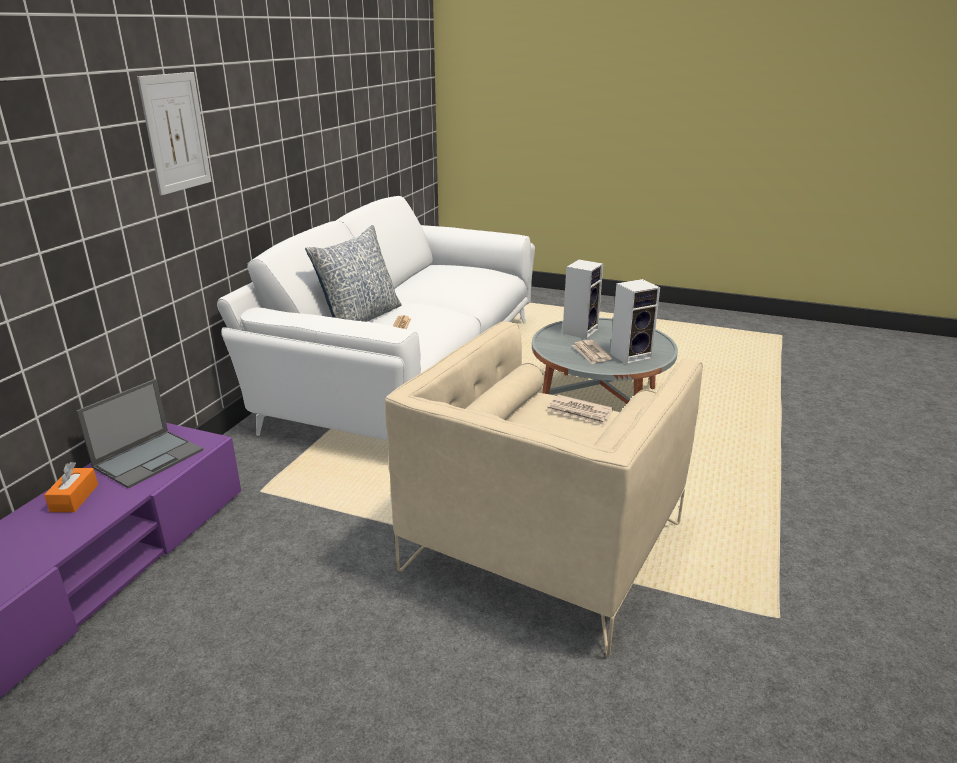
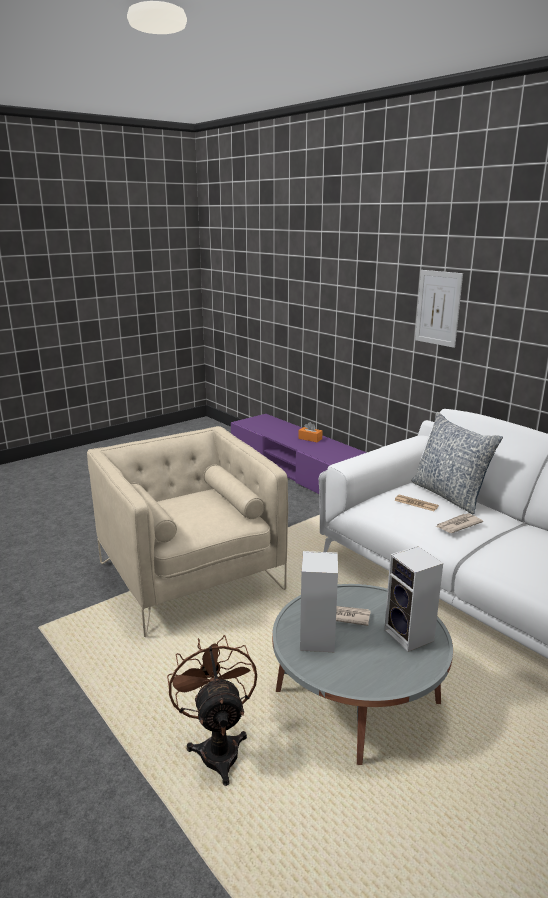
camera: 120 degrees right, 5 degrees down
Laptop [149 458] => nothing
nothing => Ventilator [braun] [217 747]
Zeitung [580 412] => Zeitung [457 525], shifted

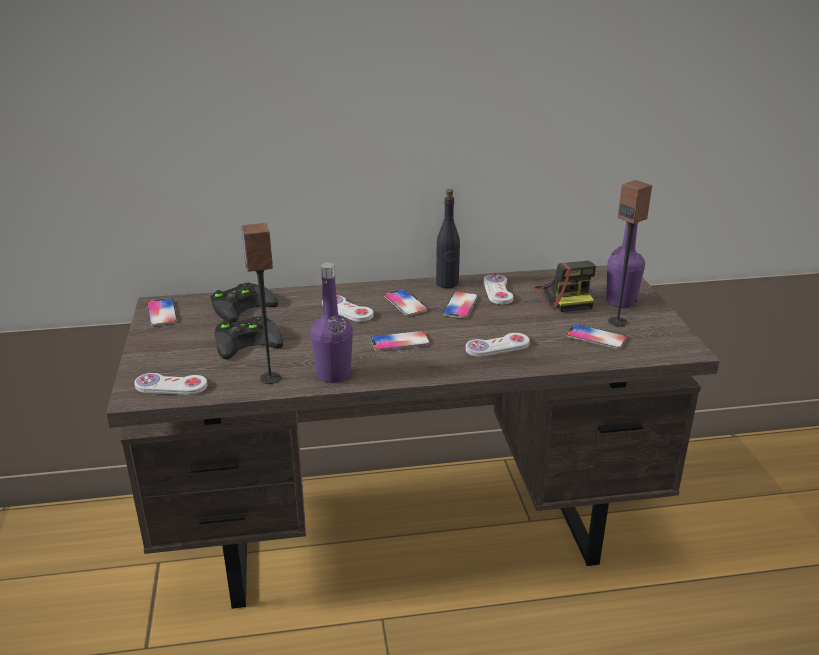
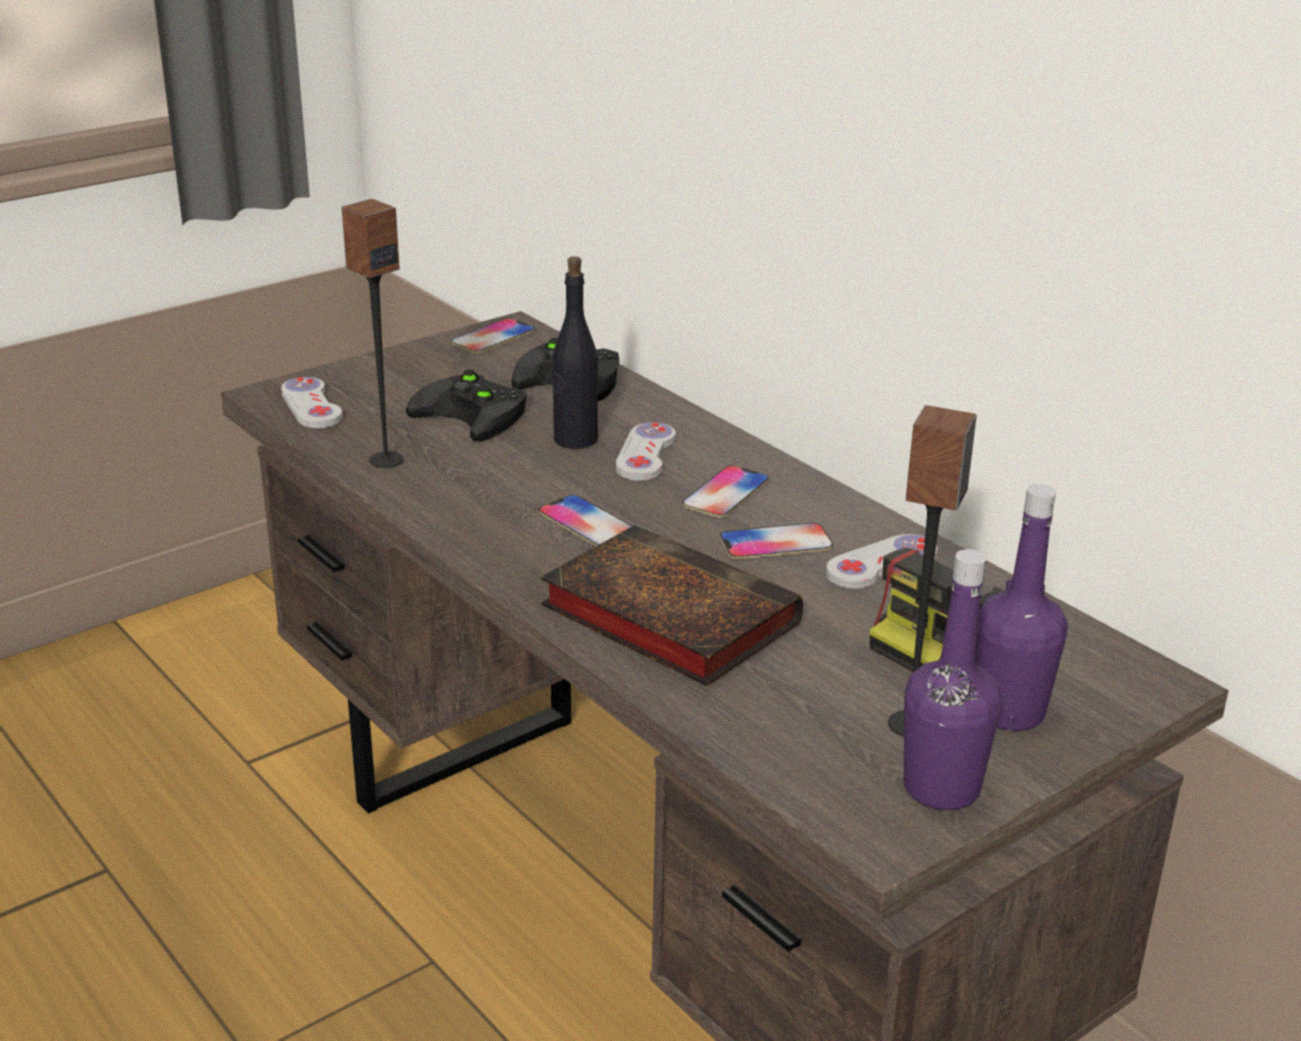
camera: 60 degrees right, 0 degrees up
Handy [596 337] => nothing
Flasche [lila] [333 374] => Flasche [lila] [941 788], shifted
Flasche [schwarz] [447 283] => Flasche [schwarz] [575 439], shifted
Gamepad [weiß] [497 346] => Buch [663 614]

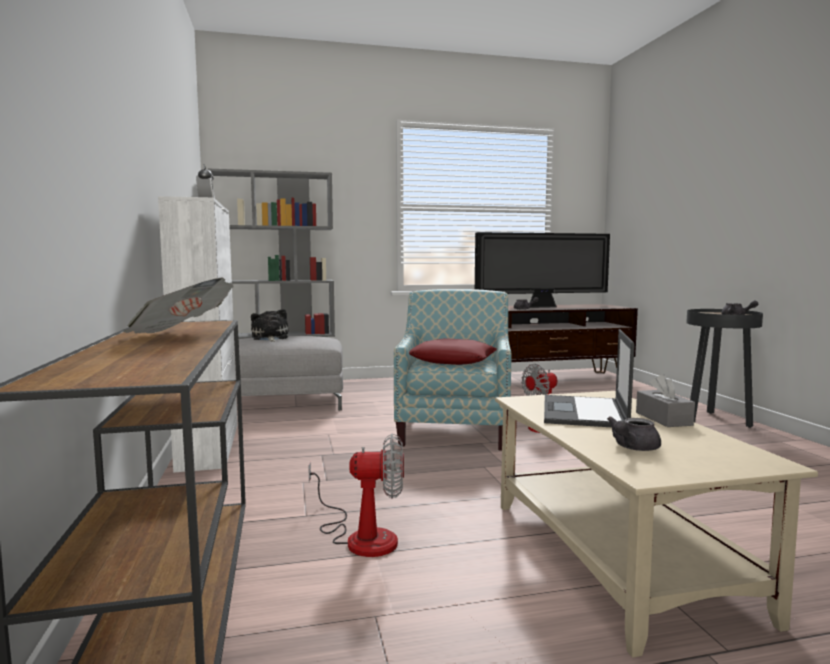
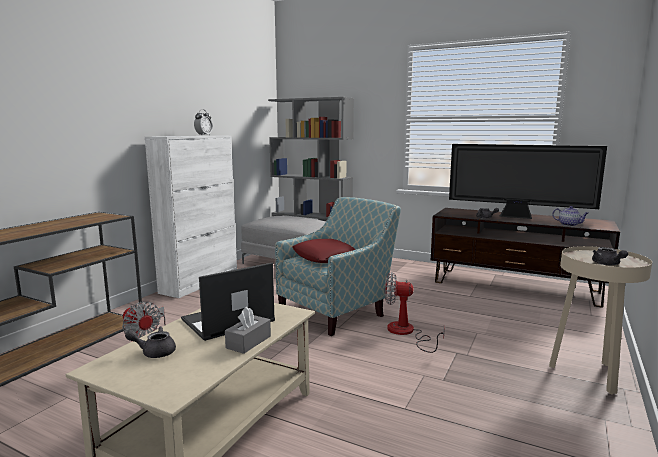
camera: 40 degrees right, 5 degrees up
Zeitung [181 336] => nothing
Plüschtier [270 338] => nothing
nothing => Teekanne [569 225]
Beistelltisch [schwarz] [717 421] => Beistelltisch [beige] [589 375]

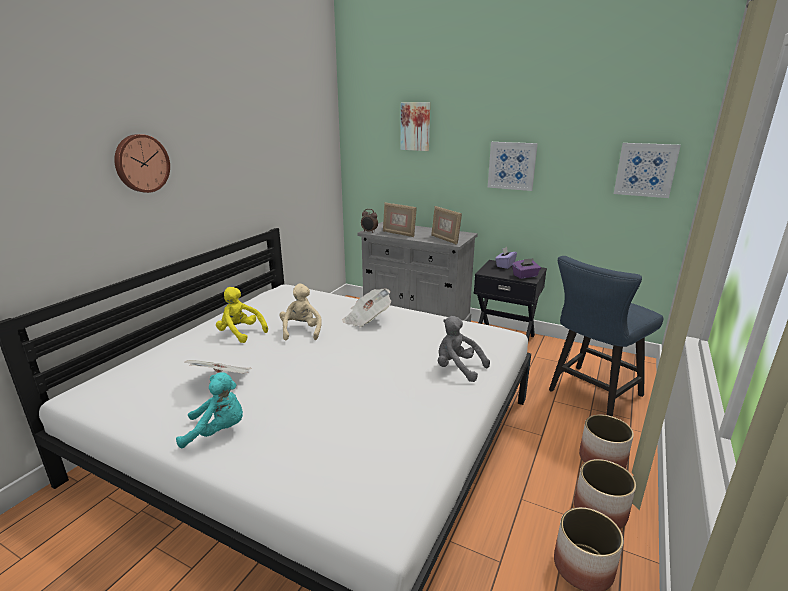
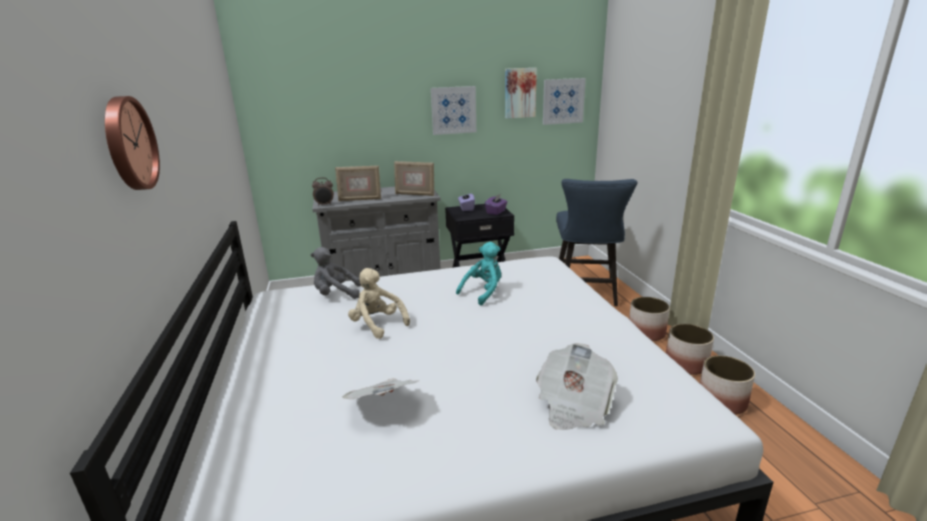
camera: 40 degrees left, 0 degrees up
Plüschtier [gelb] [240 333] => nothing
Plüschtier [türkis] [218 431] => Plüschtier [türkis] [483 292], shifted
Zeitung [367 319] => Zeitung [573 405], shifted
Bild [415 126] => Bild [519 93], shifted
Plüschtier [grau] [458 368] => Plüschtier [grau] [336 294], shifted

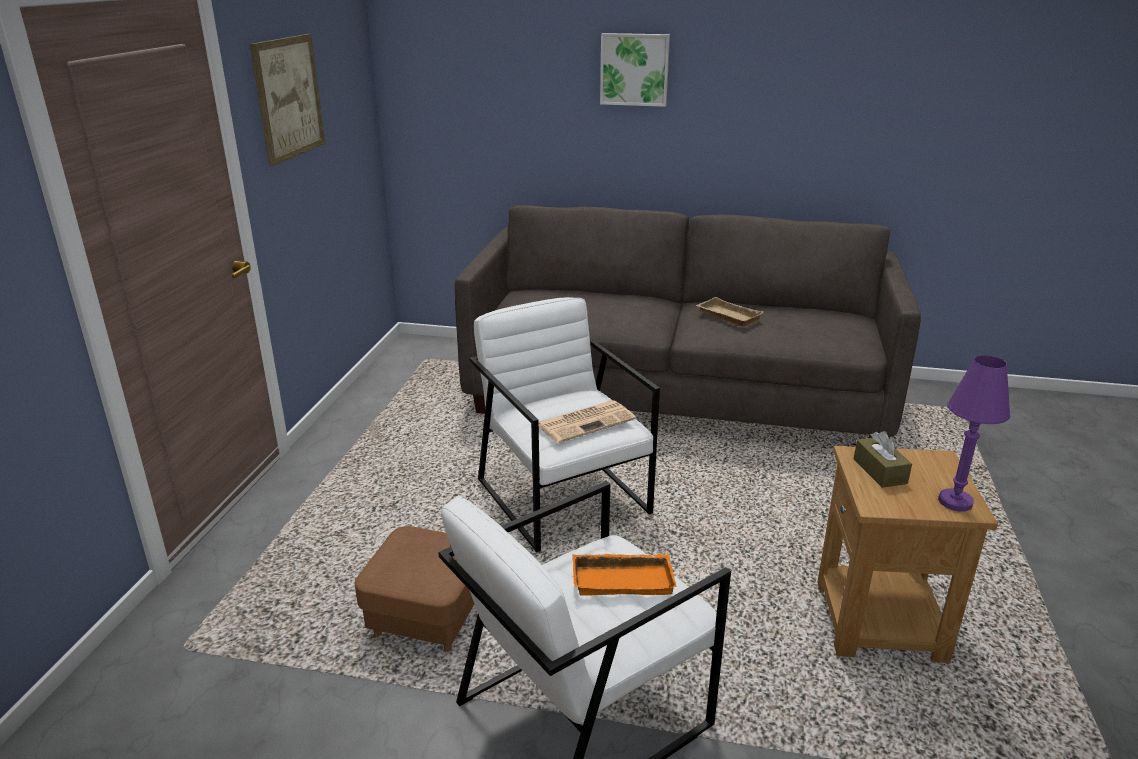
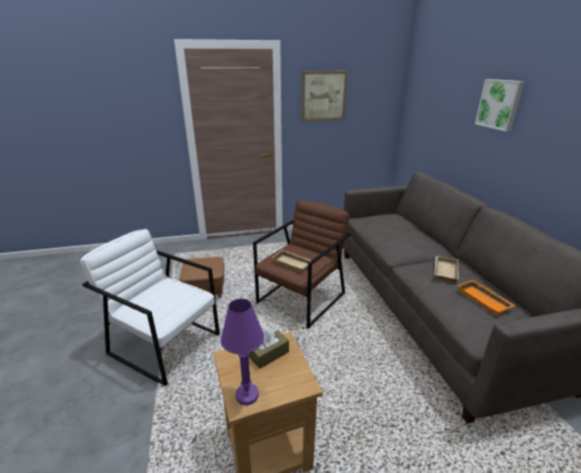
camera: 65 degrees right, 0 degrees up
Tablett [orange] [623 579] => Tablett [orange] [485 300], shifted
Zeitung [586 421] => Tablett [beige] [293 263]
Sessel [weiß] [563 496] => Sessel [braun] [302 298]

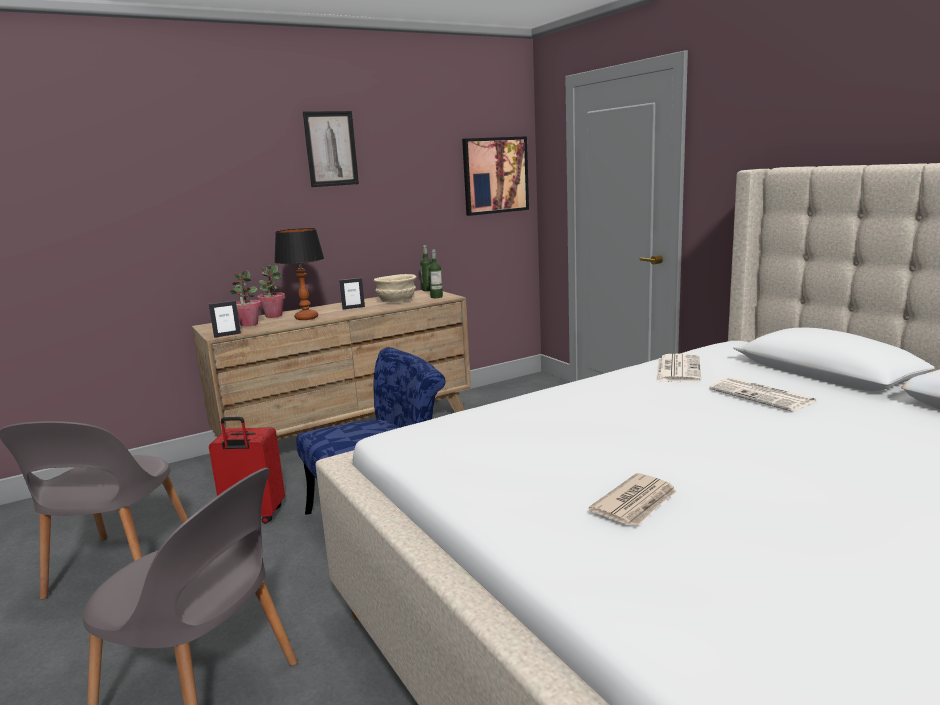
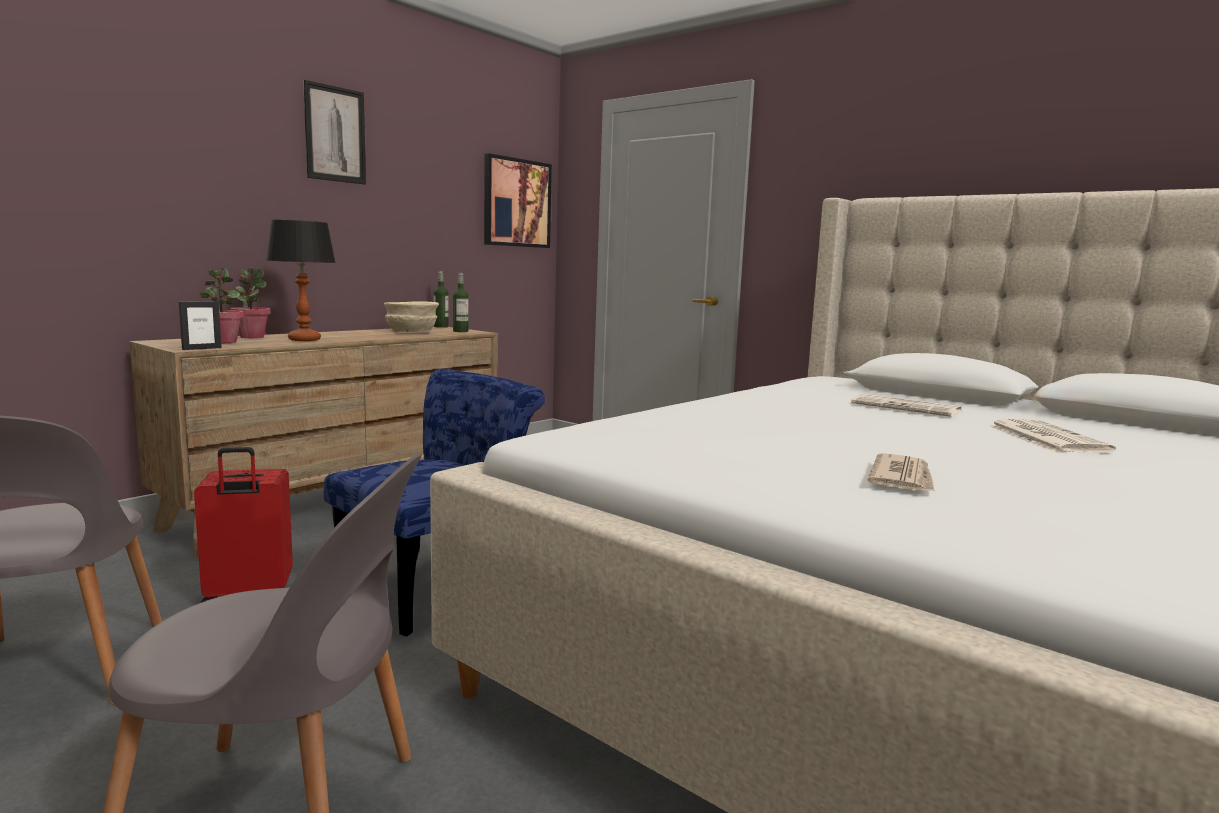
camera: 20 degrees left, 5 degrees down
Bilderrahmen [353 308] => nothing
Zeitung [677 369] => Zeitung [1045 438], shifted

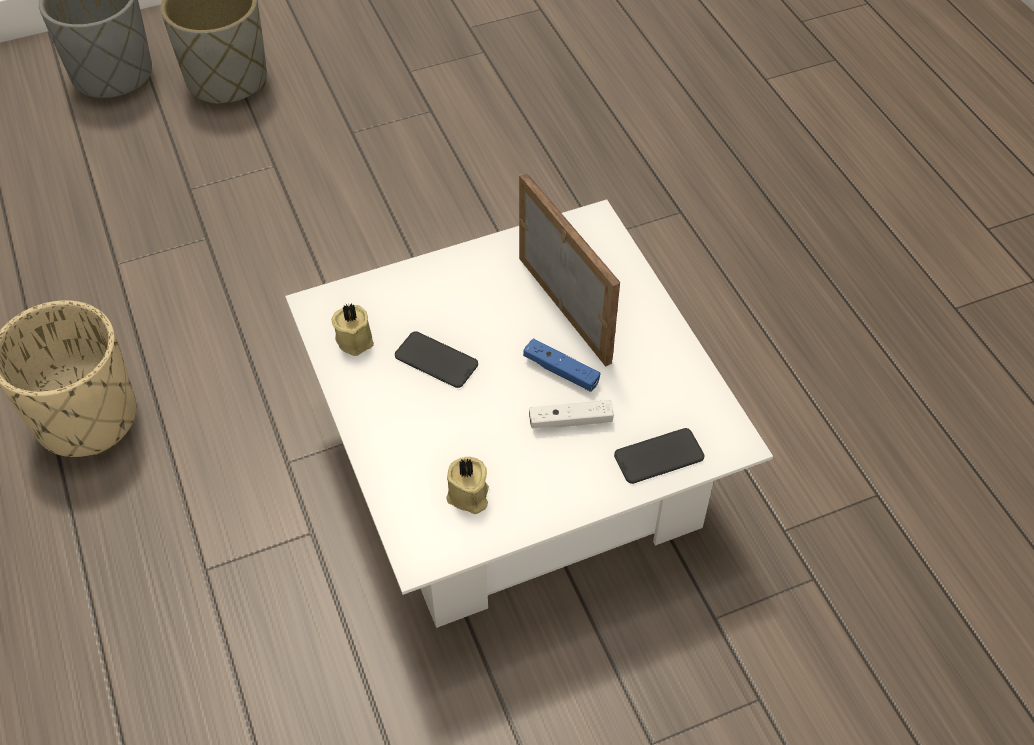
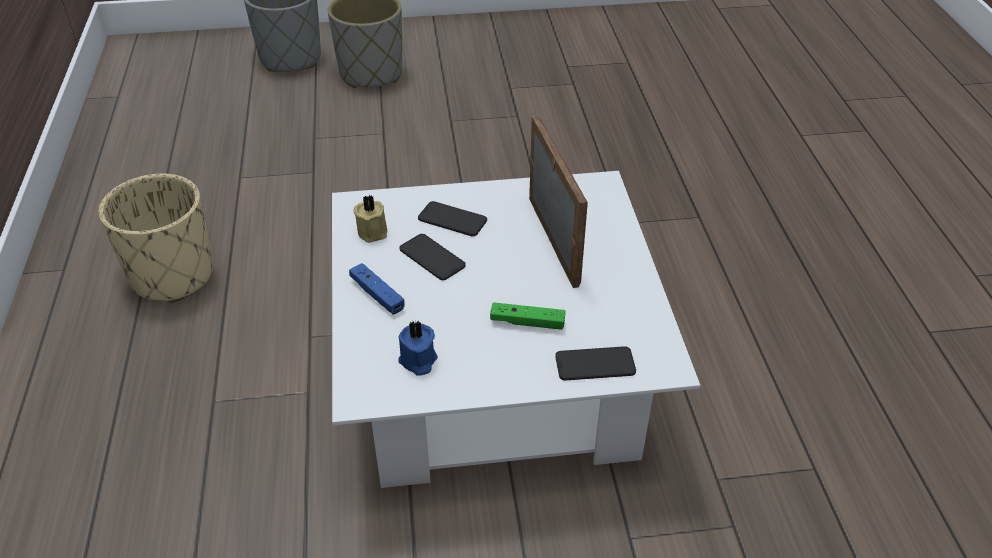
camera: 15 degrees right, 10 degrees down
nothing => Handy [452 219]
Gamepad [blau] [561 371] => Gamepad [blau] [377 294], shifted
Kerze [beige] [468 496] => Kerze [blau] [418 361]
Gamepad [weiß] [570 421] => Gamepad [grün] [527 322]

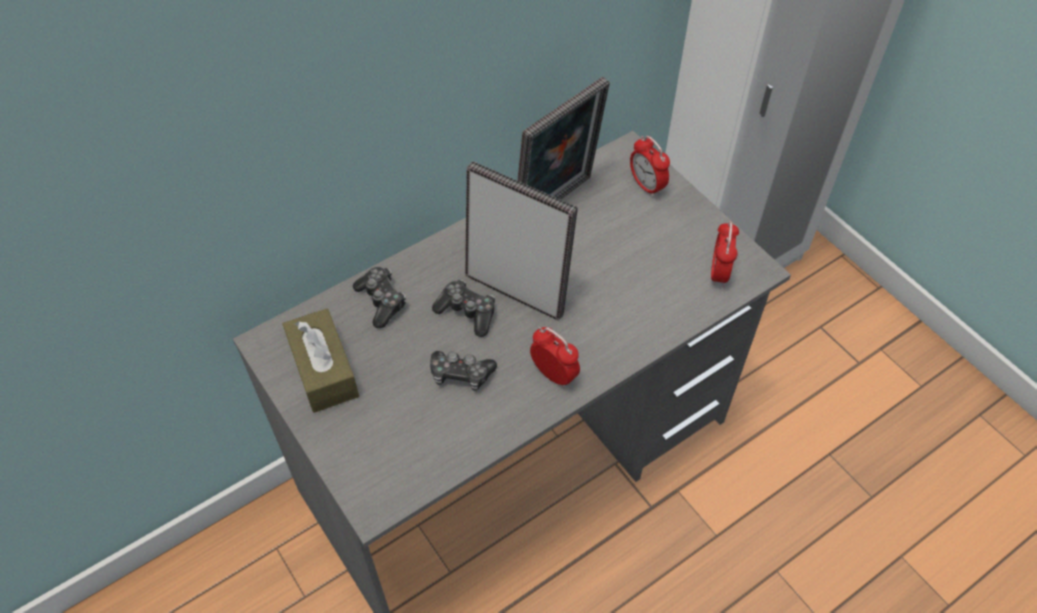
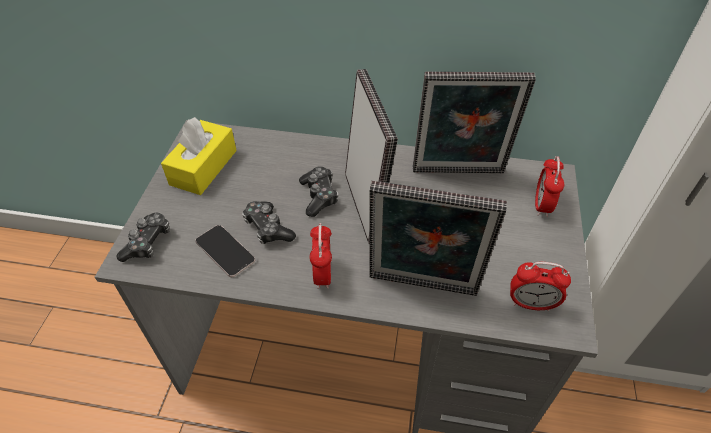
camera: 45 degrees right, 5 degrees down
nothing => Handy [225 251]
nothing => Bilderrahmen [422 288]
Gamepad [381 301] => Gamepad [148 242], shifted
Taschentuchbox [braun] [323 370] => Taschentuchbox [gelb] [203 167]
Wecker [719 273] => Wecker [531 304], 135 degrees counterclockwise

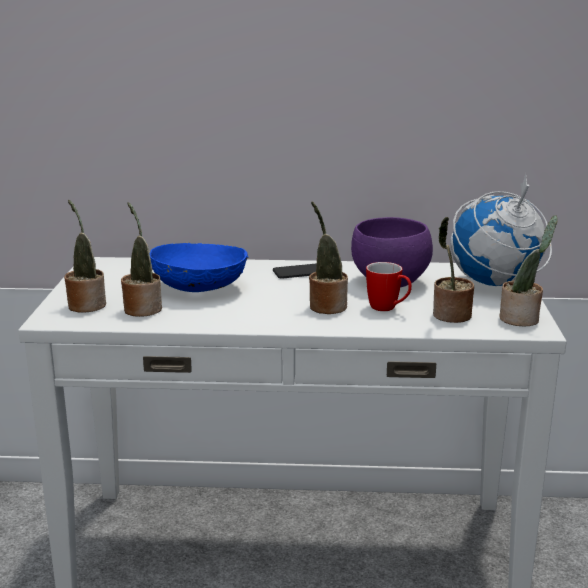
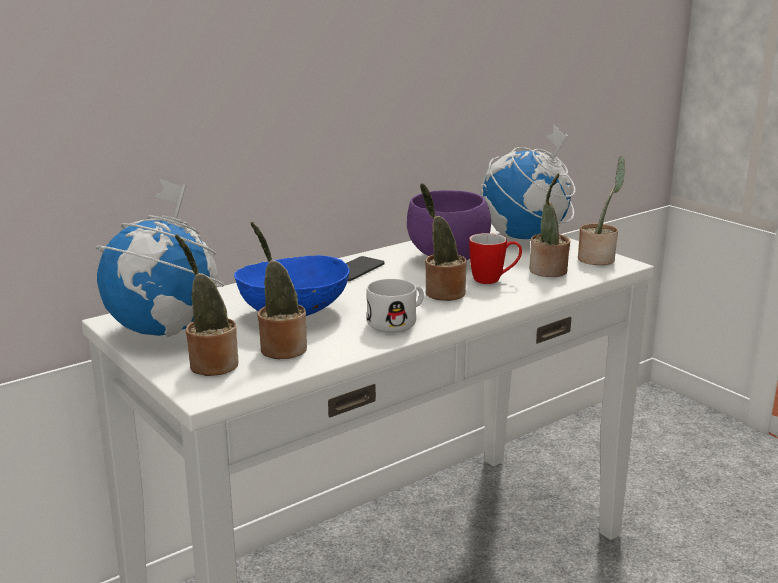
camera: 40 degrees left, 0 degrees up
nothing => Globus [165 330]
nothing => Henkelbecher [weiß] [398 321]

